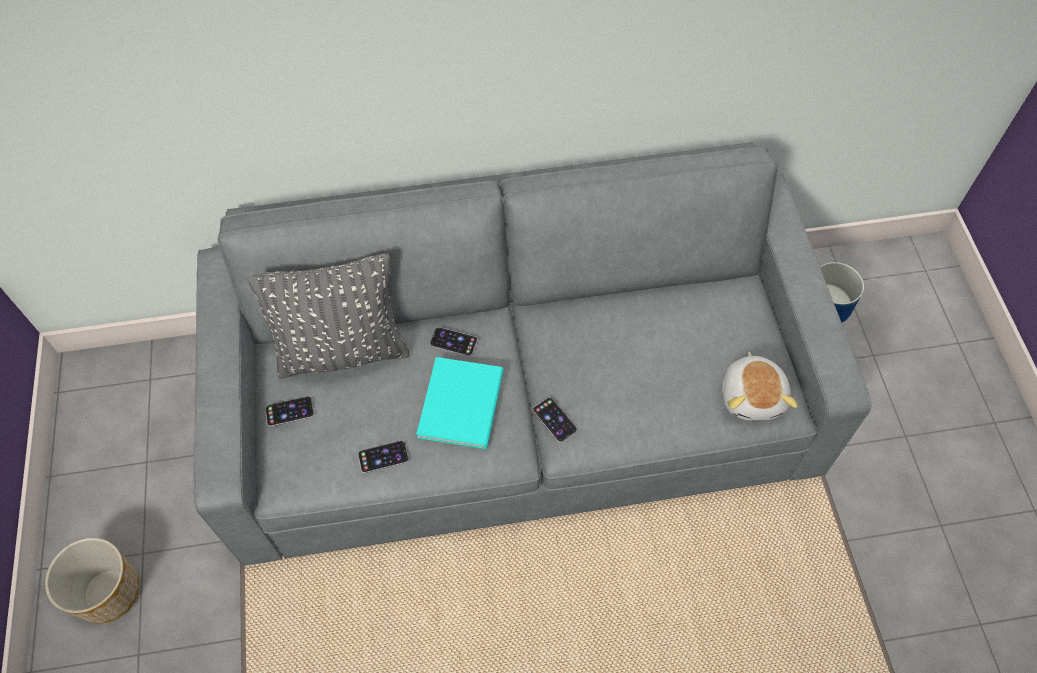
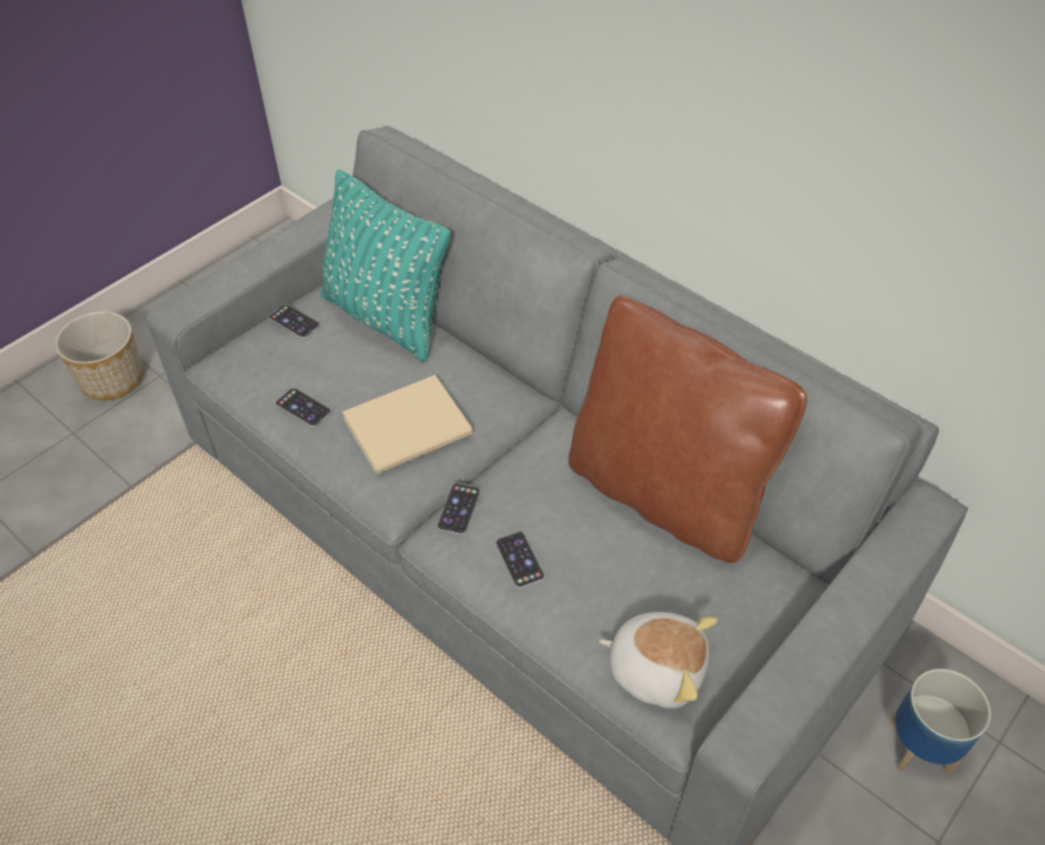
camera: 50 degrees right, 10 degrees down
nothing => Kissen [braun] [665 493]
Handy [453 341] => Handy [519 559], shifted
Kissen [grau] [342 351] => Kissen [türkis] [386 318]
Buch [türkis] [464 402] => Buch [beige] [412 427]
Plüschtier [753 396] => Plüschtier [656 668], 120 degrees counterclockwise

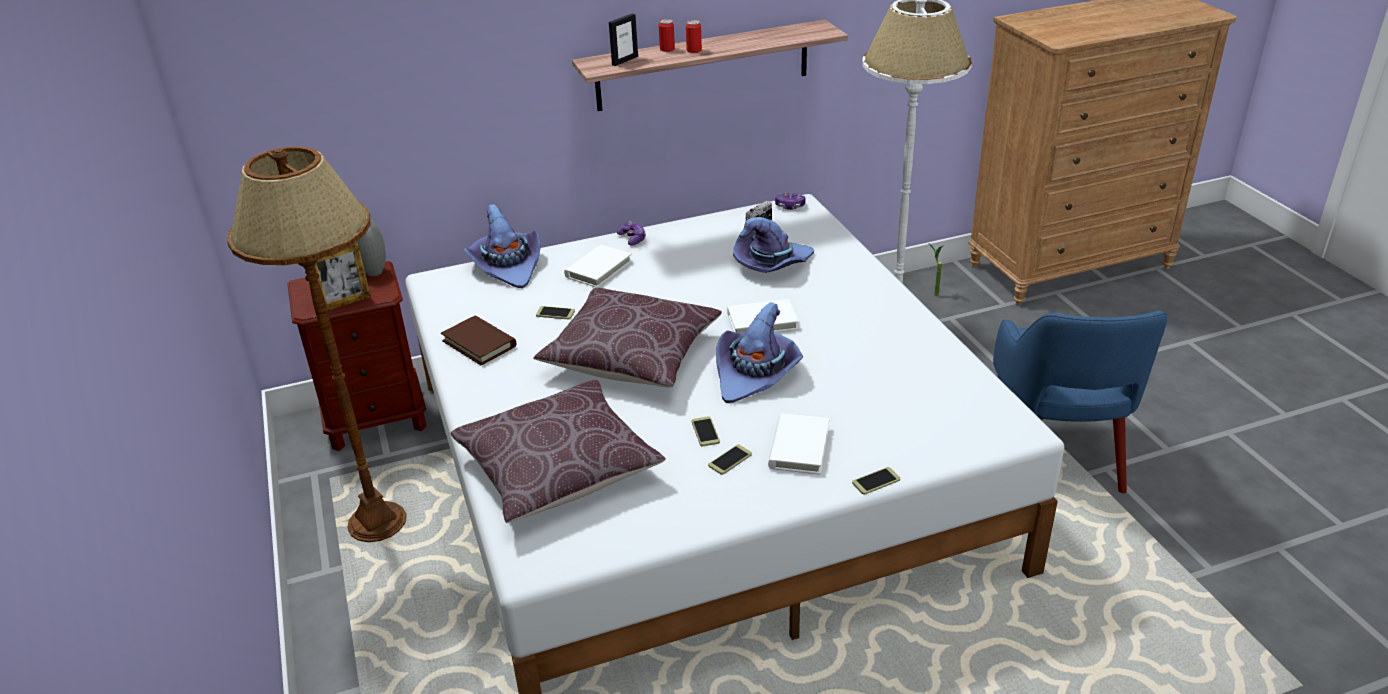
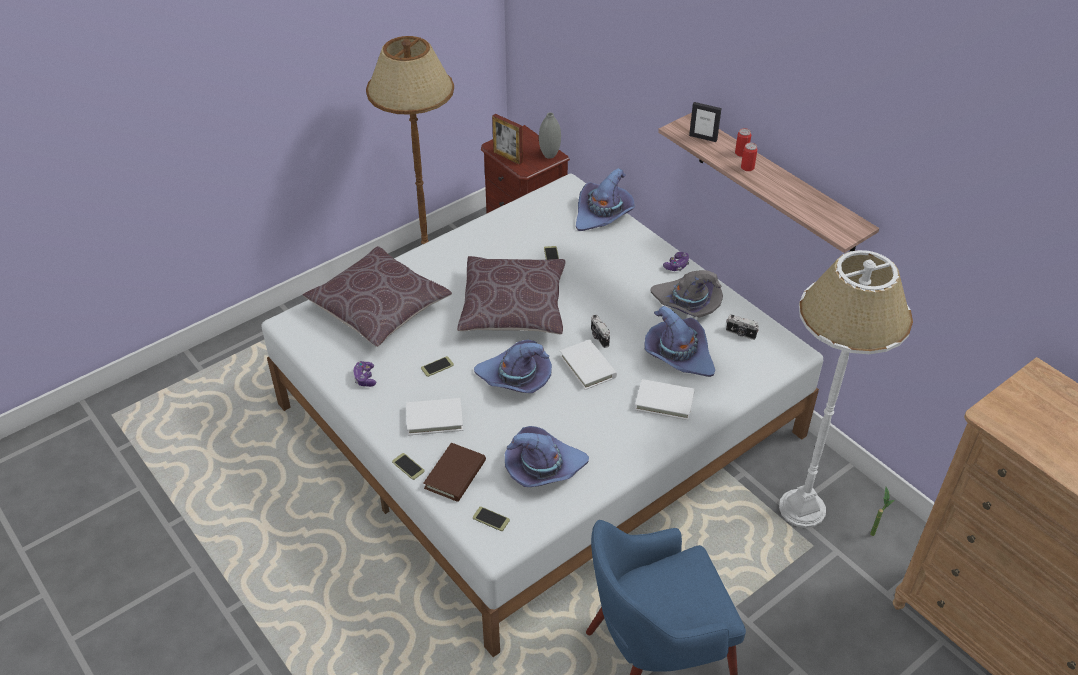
camera: 70 degrees right, 10 degrees up
nothing => Hut [lila] [543 468]
nothing => Kamera [598 337]
nothing => Hut [grau] [687 303]
Buch [braun] [479 343] => Buch [braun] [455 474], shifted
Buch [weiß] [598 269] => Buch [weiß] [664 401], shifted
Handy [730 460] => Handy [491 519], shifted
Gamepad [790 206] => Gamepad [365 378], shifted

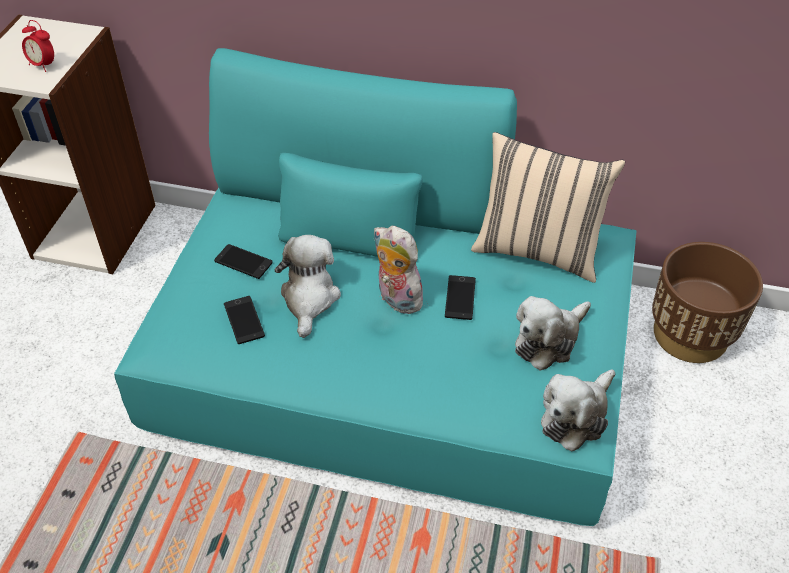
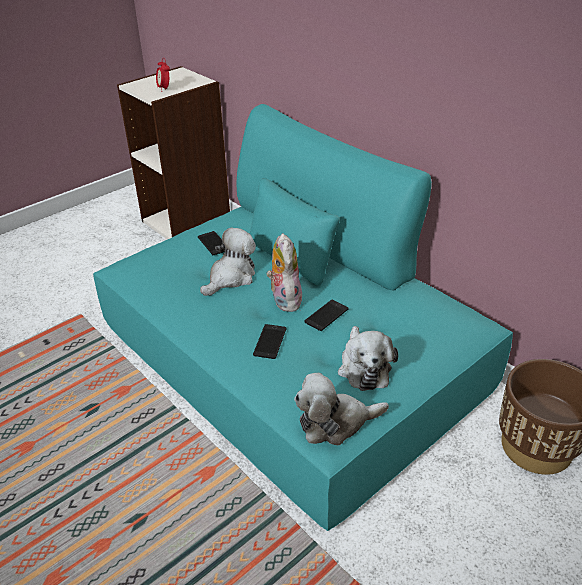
camera: 35 degrees right, 10 degrees down
Kissen [beige] [538 250] => nothing
Handy [244 320] => Handy [270 342], shifted
Plüschtier [549 340] => Plüschtier [364 367], 90 degrees counterclockwise

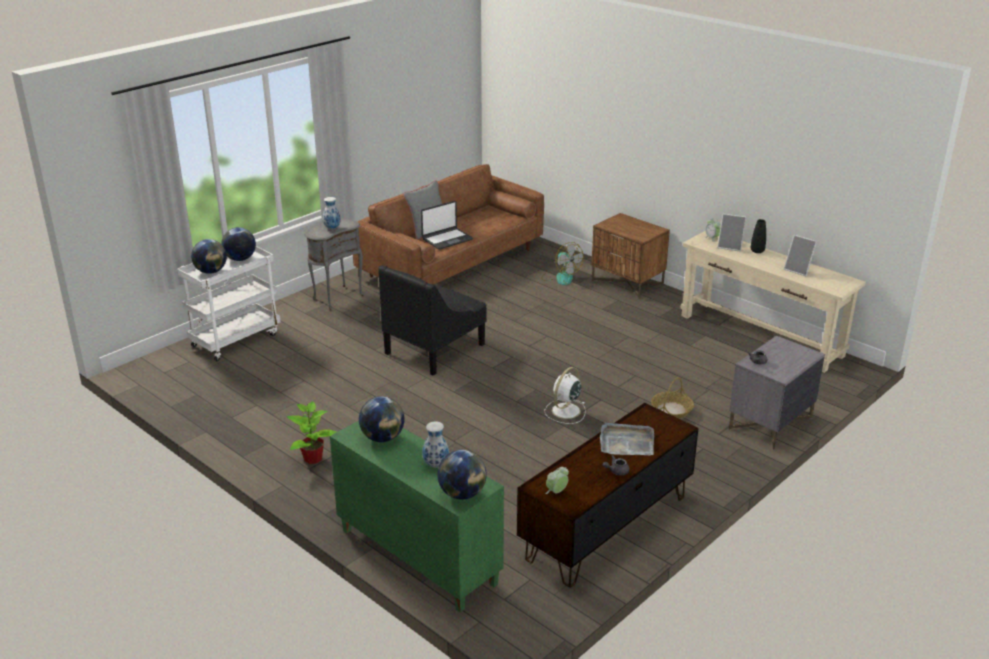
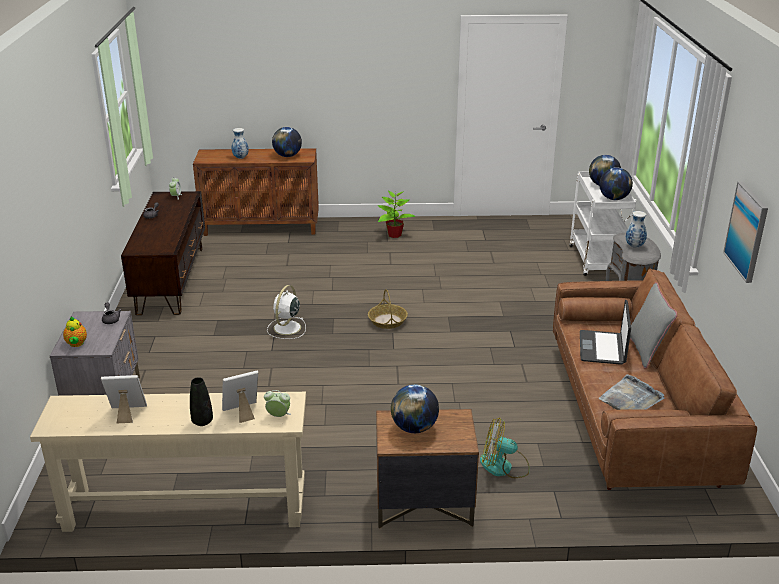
camera: 135 degrees right, 0 degrees up
Sessel [schwarz] [435 349] => nothing
nothing => Teekanne [76 344]
nothing => Bild [747 231]
Globus [462 494] => Globus [414 428], shifted
Tablett [grau] [626 442] => Tablett [grau] [631 399], shifted
Korb [671 410] => Korb [387 321], shifted
Schrank [grün] [416 556] => Schrank [braun] [262 227]
Ventilator [weiß] [565 411] => Ventilator [weiß] [286 328], 150 degrees counterclockwise

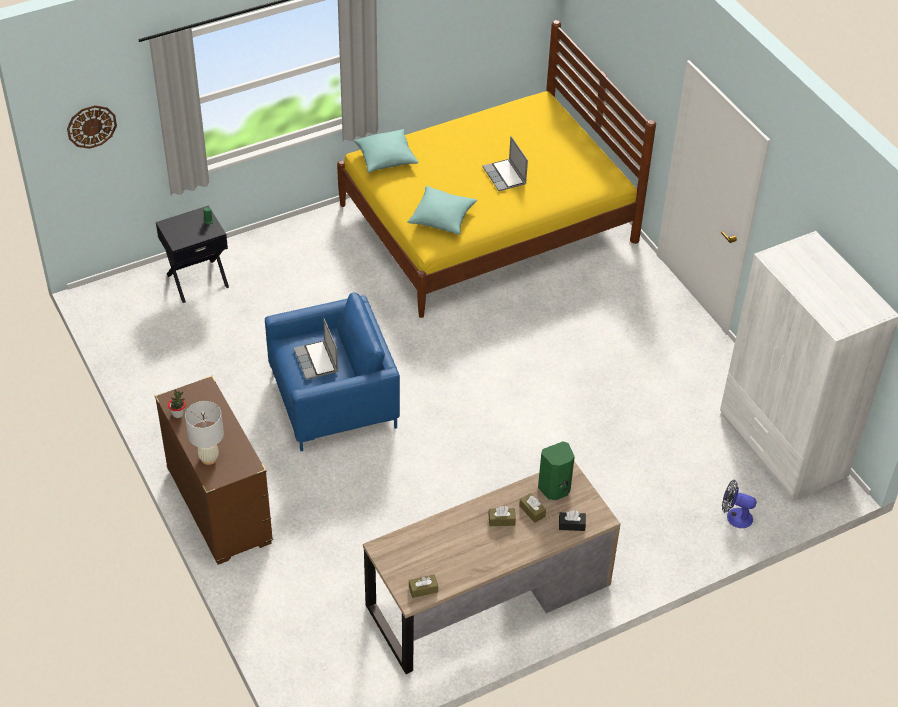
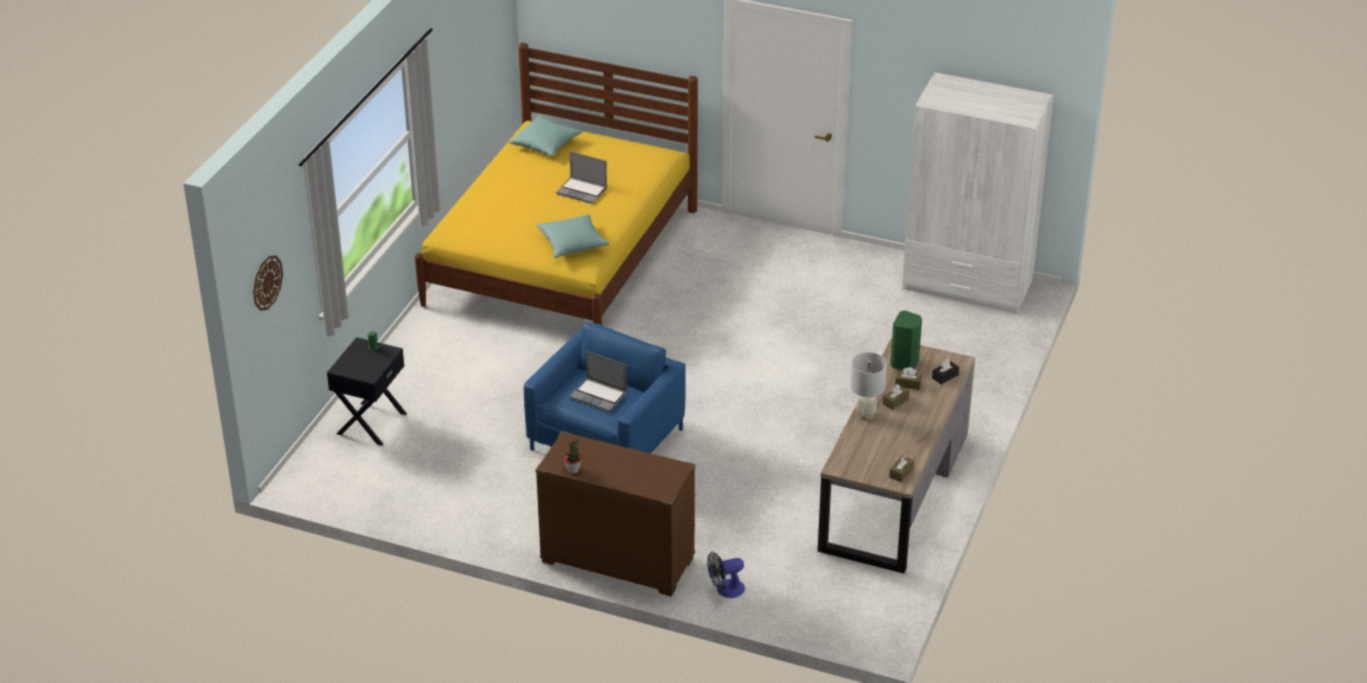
camera: 40 degrees left, 10 degrees down
Tischlampe [weiß] [209 458] => Tischlampe [weiß] [865 415], shifted
Kissen [türkis] [386 158] => Kissen [türkis] [545 145], shifted
Ventilator [734 516] => Ventilator [725 590], shifted

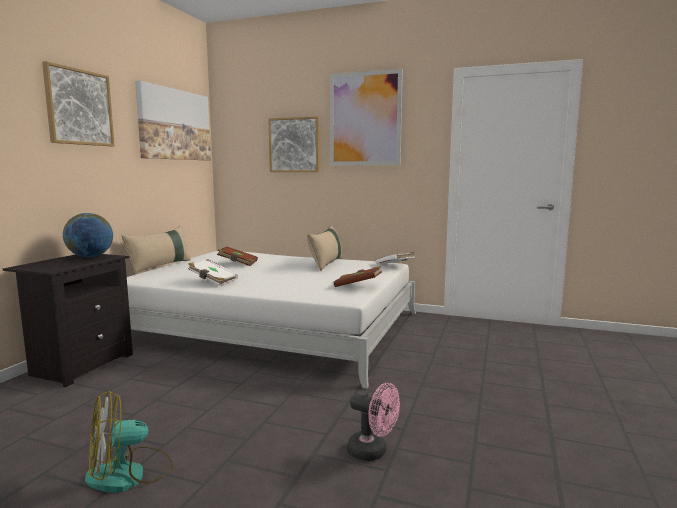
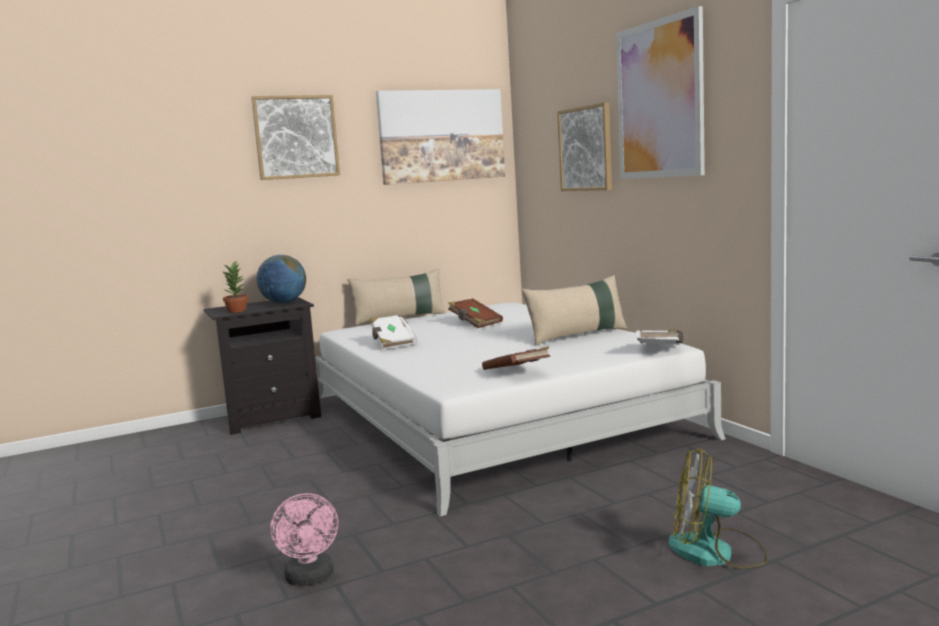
camera: 45 degrees right, 0 degrees up
nothing => Topfpflanze [237 311]
Ventilator [130 474] => Ventilator [716 552], shifted

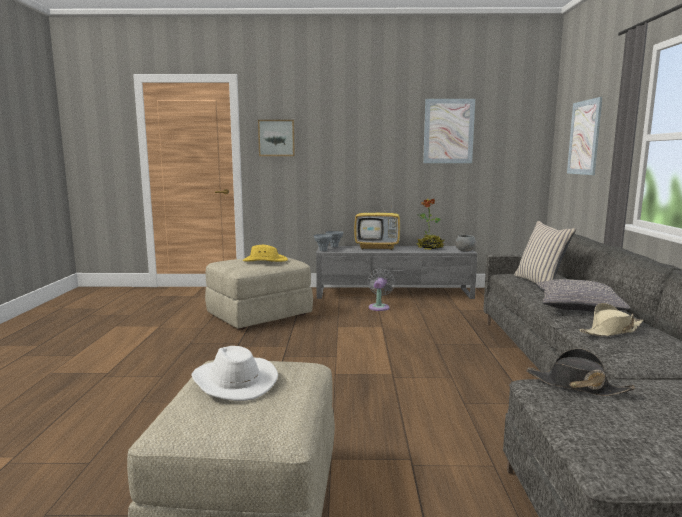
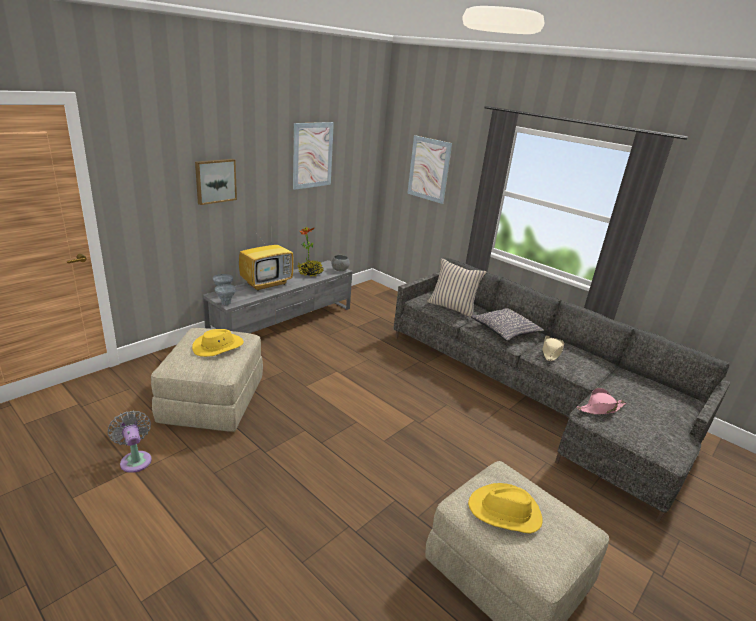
camera: 50 degrees left, 15 degrees up
Bild [276 138] => Bild [215 181], shifted
Ventilator [grau] [379 307] => Ventilator [grau] [135 459], shifted
Hut [weiß] [233 382] => Hut [gelb] [505 512]
Hut [schwarz] [576 385] => Hut [rosa] [600 409]

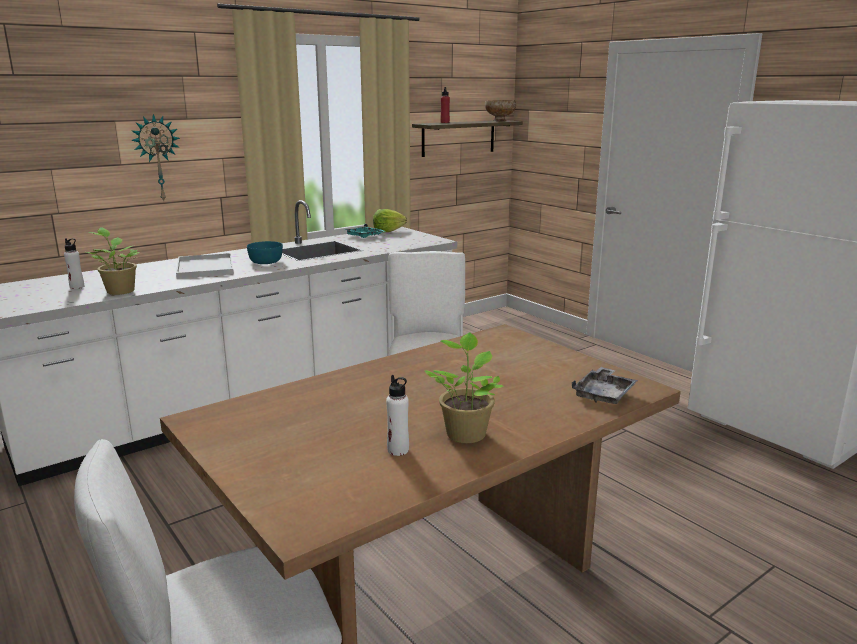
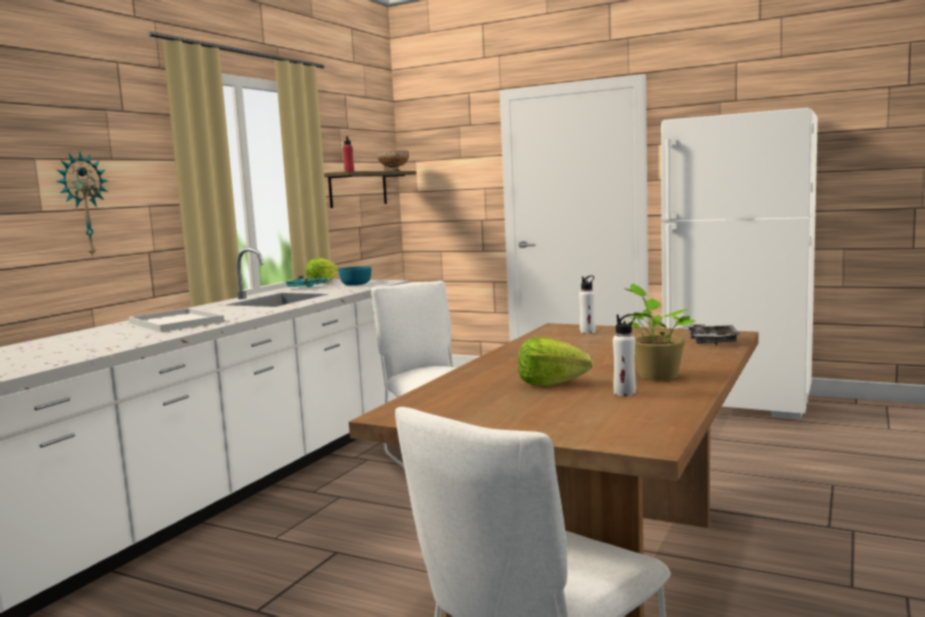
camera: 25 degrees left, 10 degrees down
Topfpflanze [119 291] => nothing
nothing => Salatkopf [551 383]
Flasche [weiß] [77 287] => Flasche [weiß] [587 332], shifted
Schüssel [türkis] [266 262] => Schüssel [türkis] [356 284], shifted

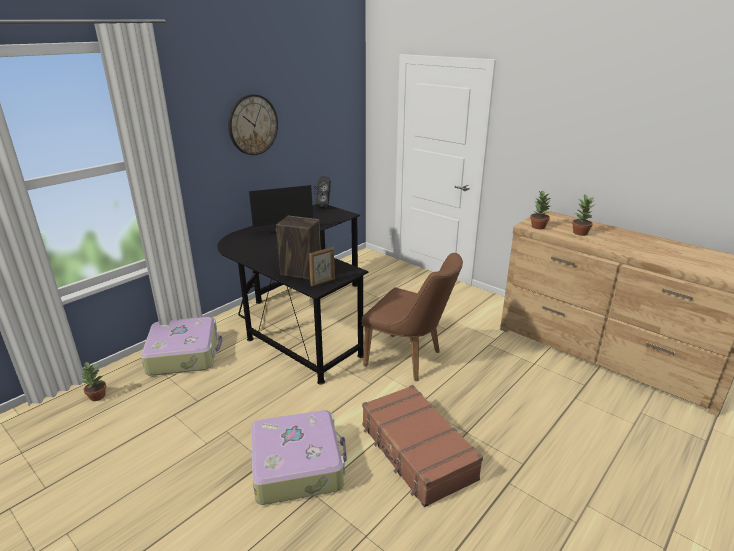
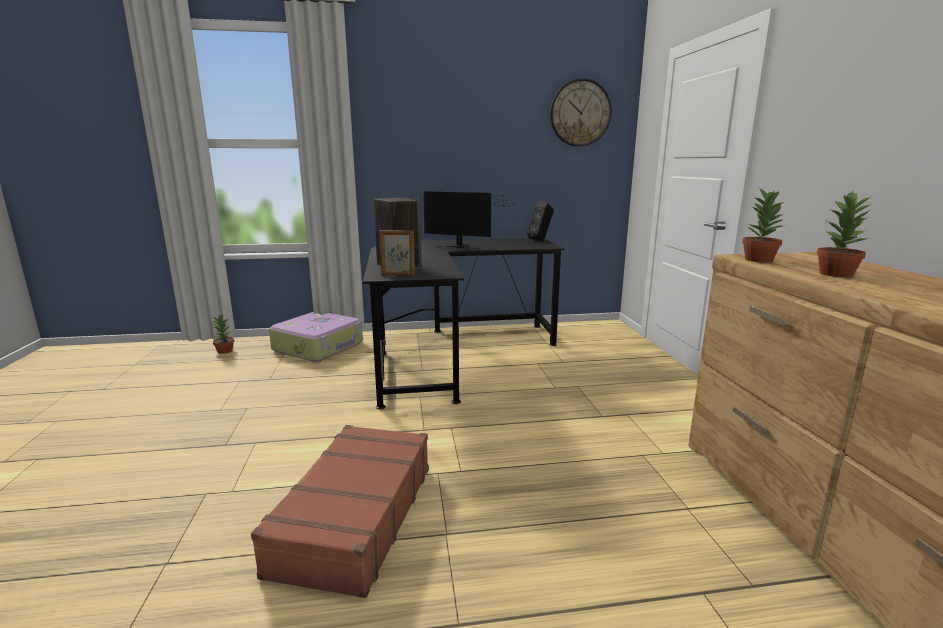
camera: 40 degrees right, 10 degrees down
Koffer [298 465] => nothing
Stuhl [braun] [409 359] => nothing
Wanduhr [253 125] => Wanduhr [580 113], shifted

